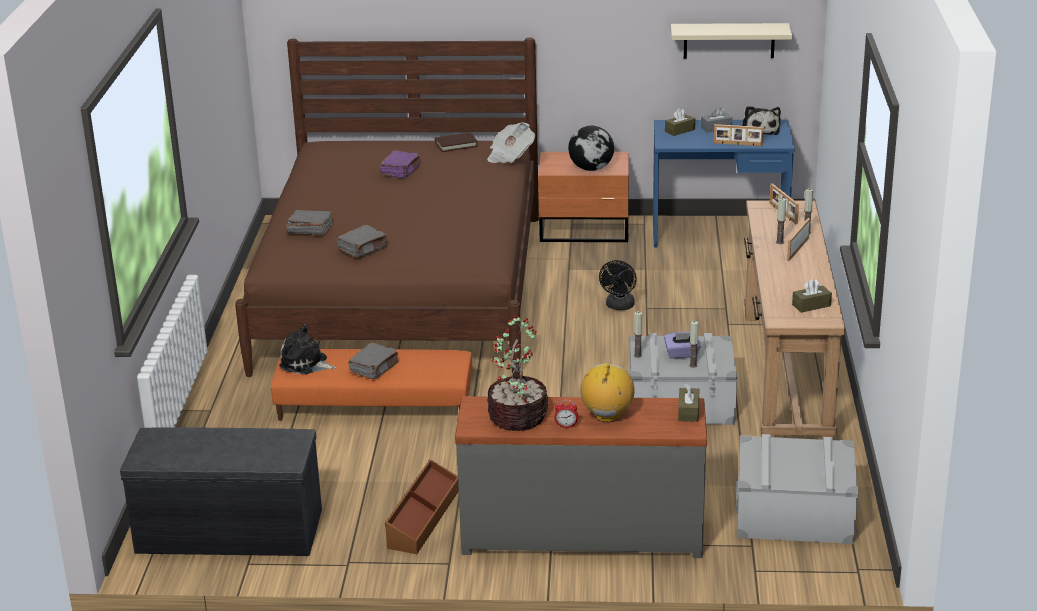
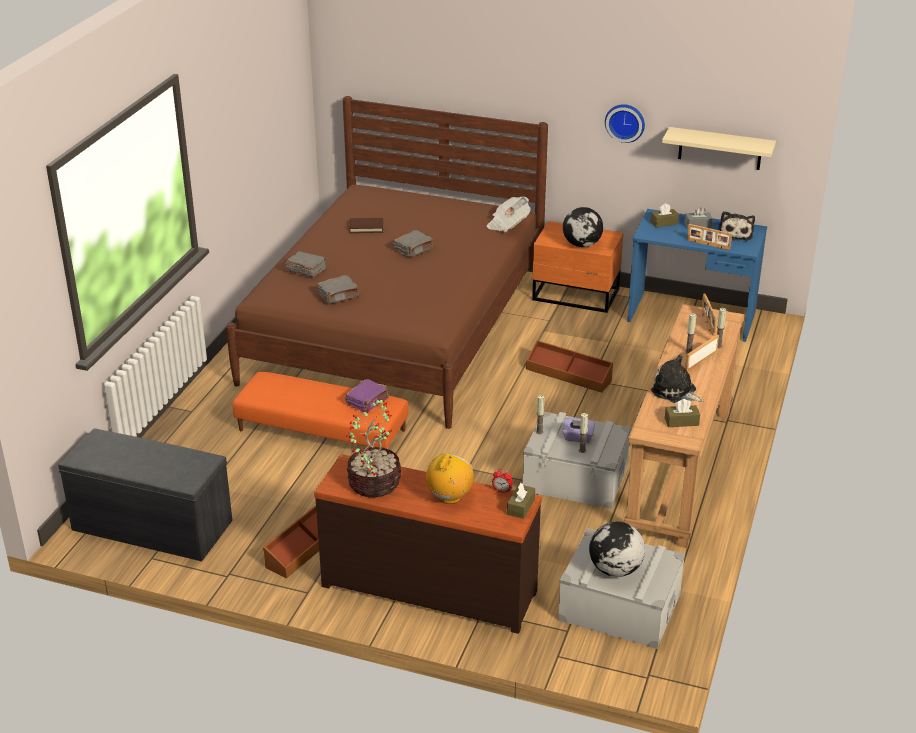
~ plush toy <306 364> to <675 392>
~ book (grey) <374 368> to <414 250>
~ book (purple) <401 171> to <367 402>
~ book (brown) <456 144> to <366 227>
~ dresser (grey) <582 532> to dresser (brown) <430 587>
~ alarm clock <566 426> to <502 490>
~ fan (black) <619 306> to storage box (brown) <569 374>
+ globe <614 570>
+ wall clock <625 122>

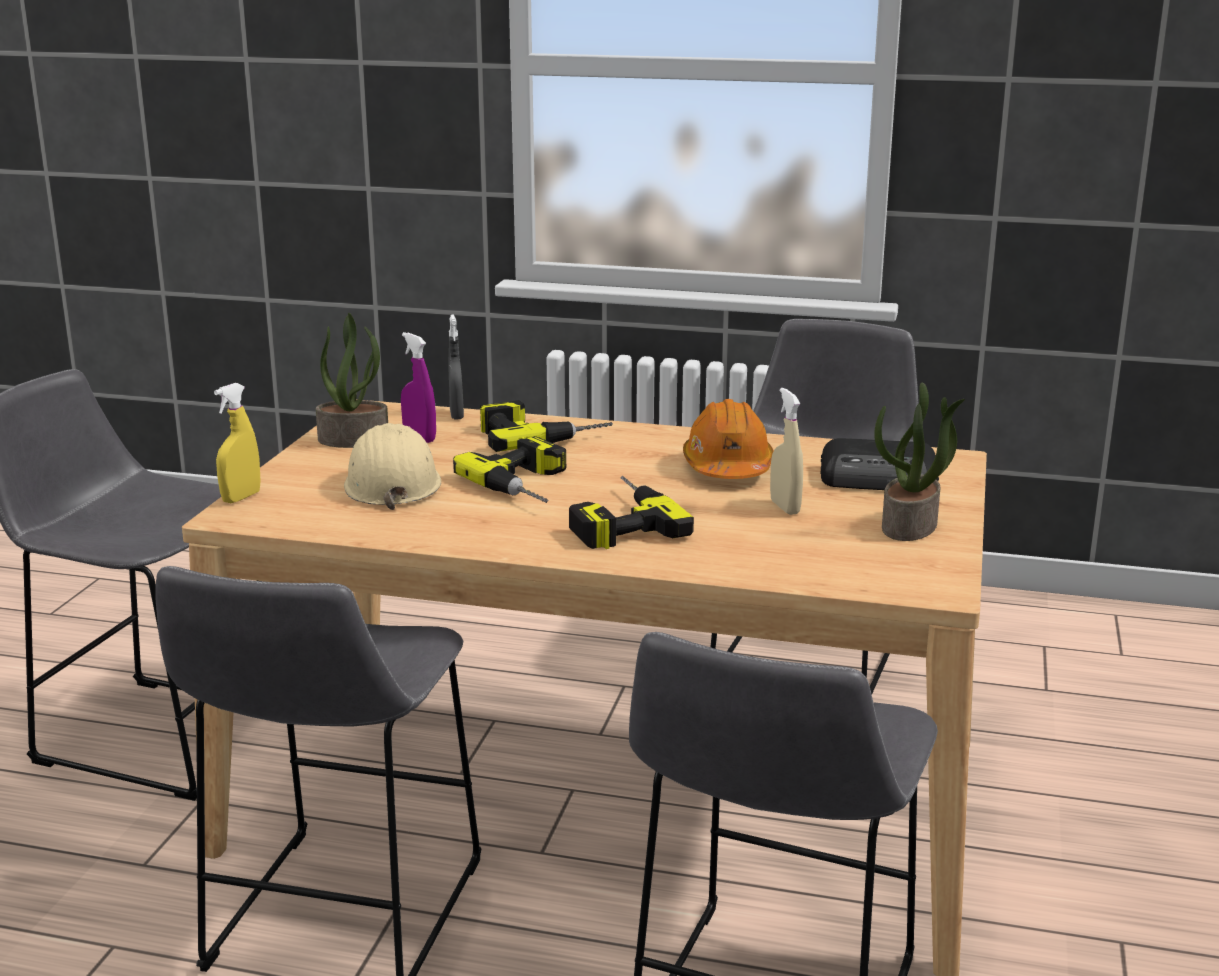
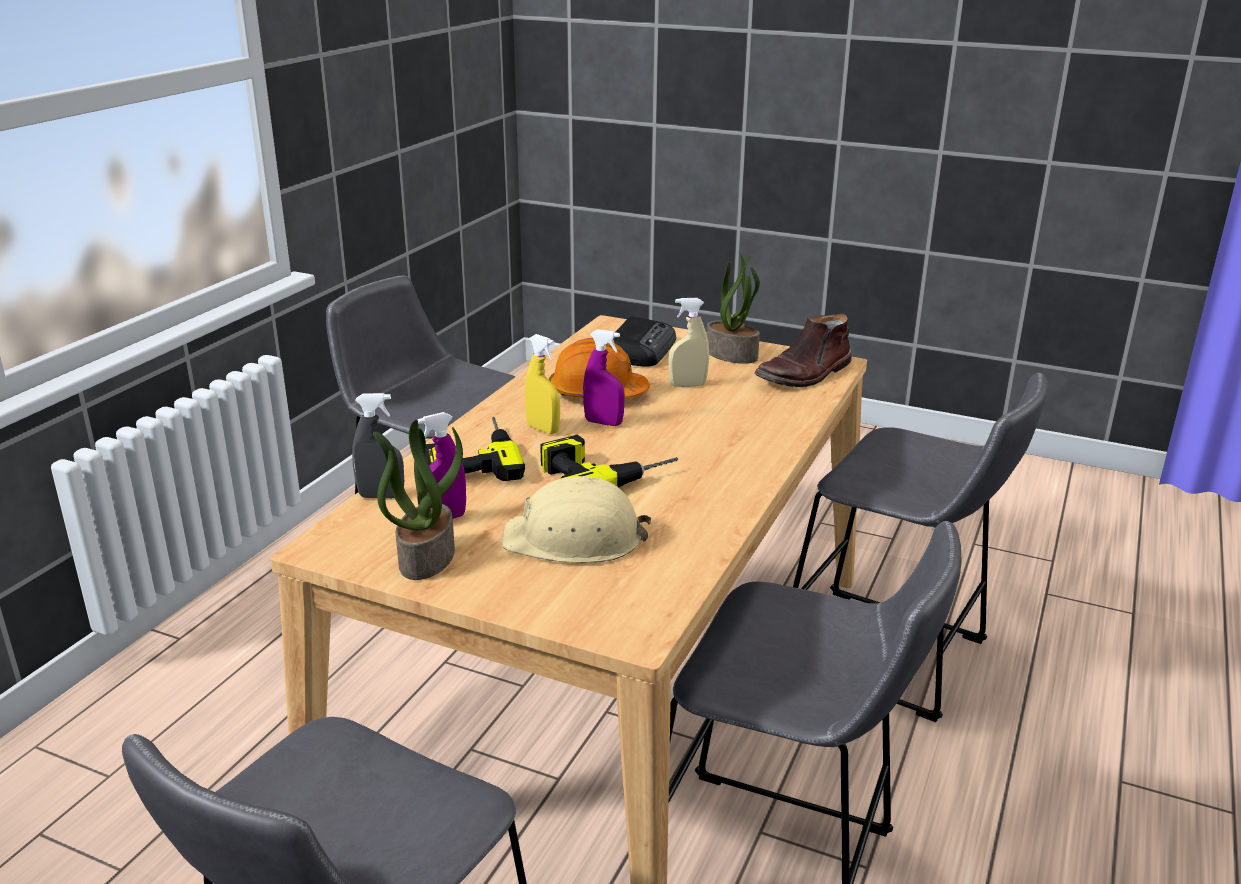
~ spray bottle (yellow) <241 497> to <543 429>
- power drill <617 520>
+ spray bottle (purple) <603 423>
+ boot (brown) <805 374>

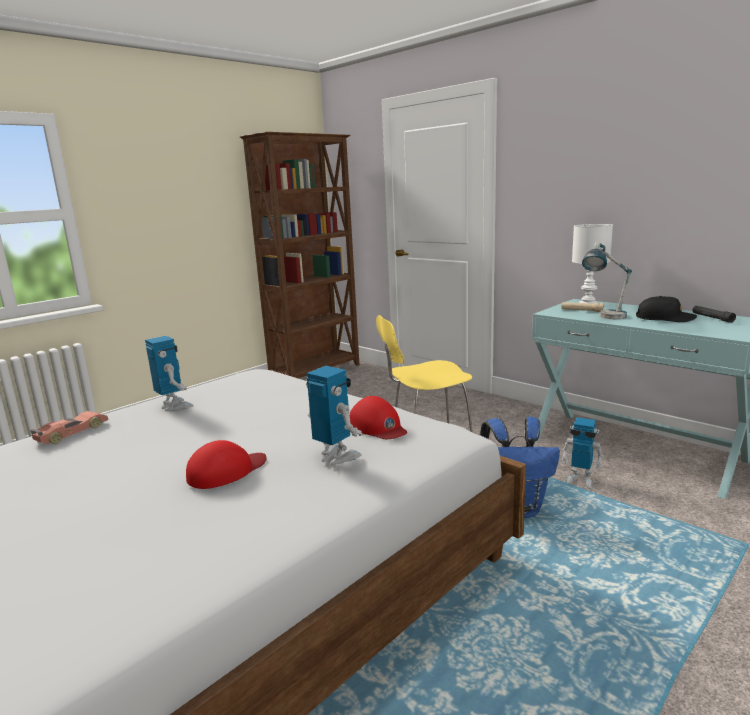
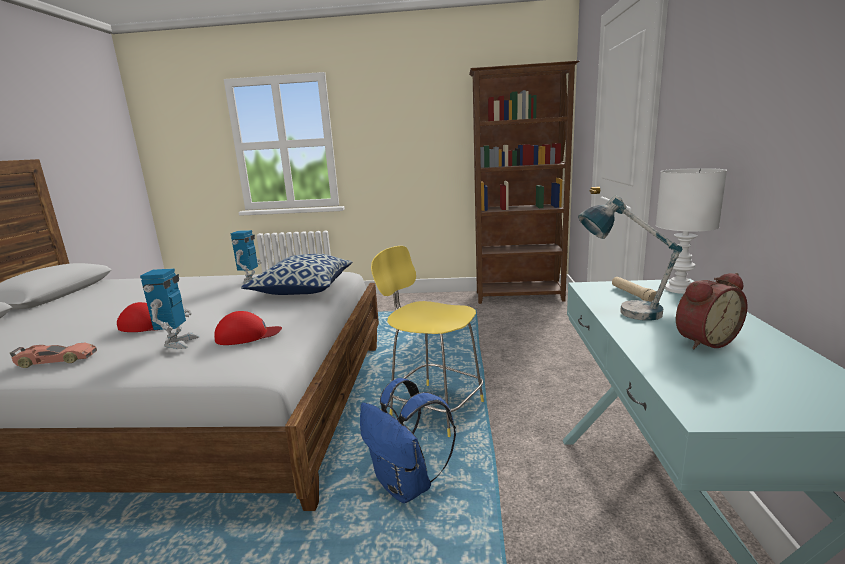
~ toy car <72 433> to <56 360>
~ cap (red) <378 426> = <247 335> 120 degrees counterclockwise
- toy robot <580 479>
~ cap (black) <665 318> to alarm clock <703 341>
- flashlight (black) <712 318>
+ pillow <303 289>

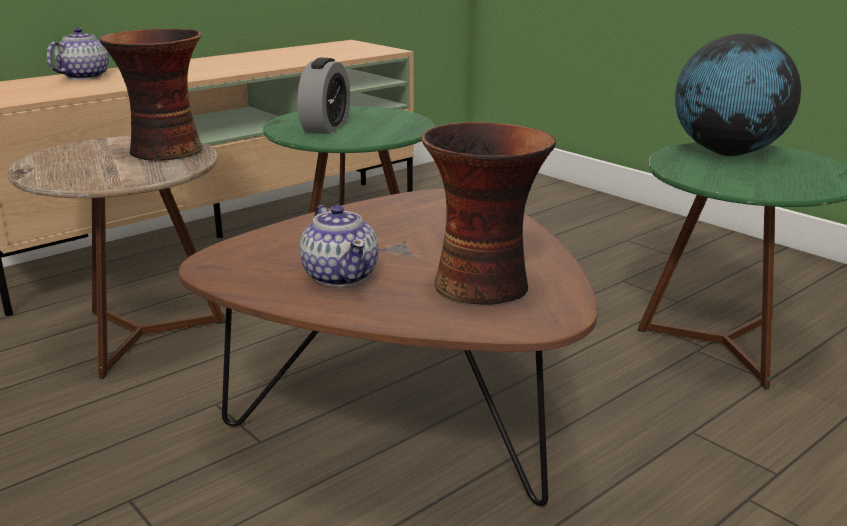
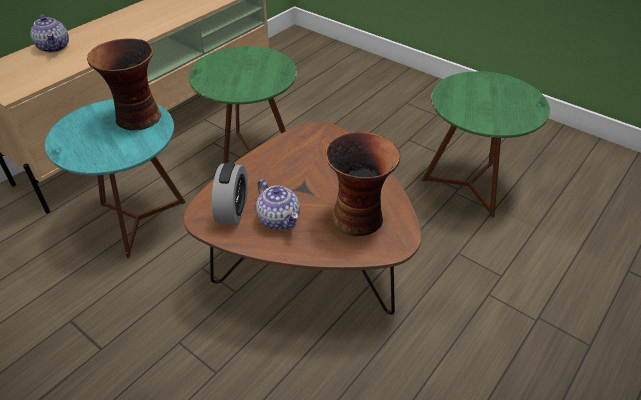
~ side table (brown) <141 335> to side table (turquoise) <138 219>
~ teapot <83 76> = <54 47> 135 degrees clockwise
~ alarm clock <326 127> to <232 210>
- globe <727 153>

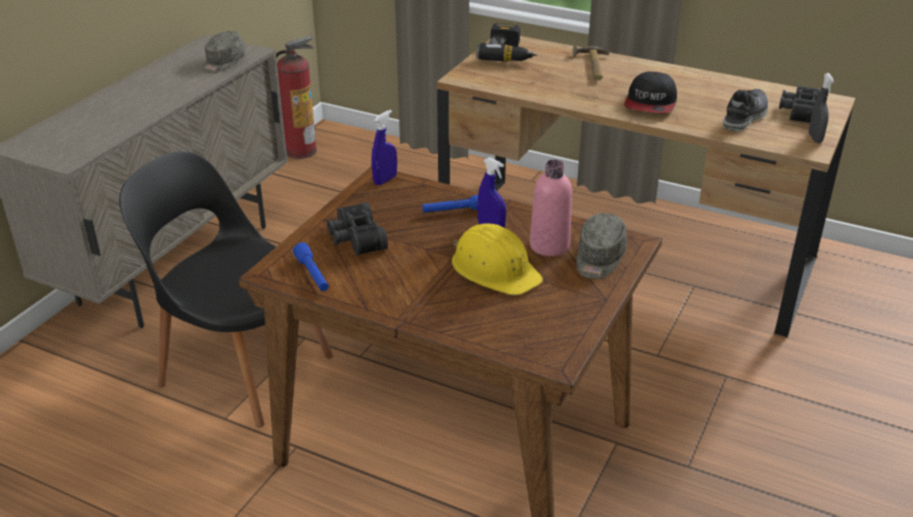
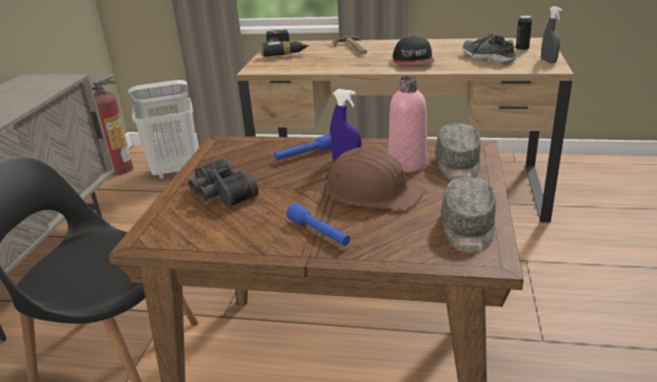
~ cap (grey) <223 63> to <468 228>
~ flashlight (blue) <312 275> to <319 233>
- spray bottle (blue) <385 180>
~ hard hat (yellow) <495 269> to hard hat (brown) <371 192>
~ shoe <744 117> = <488 58> 60 degrees counterclockwise
~ binoculars (black) <798 112> to can <522 49>
+ laundry basket (white) <176 171>

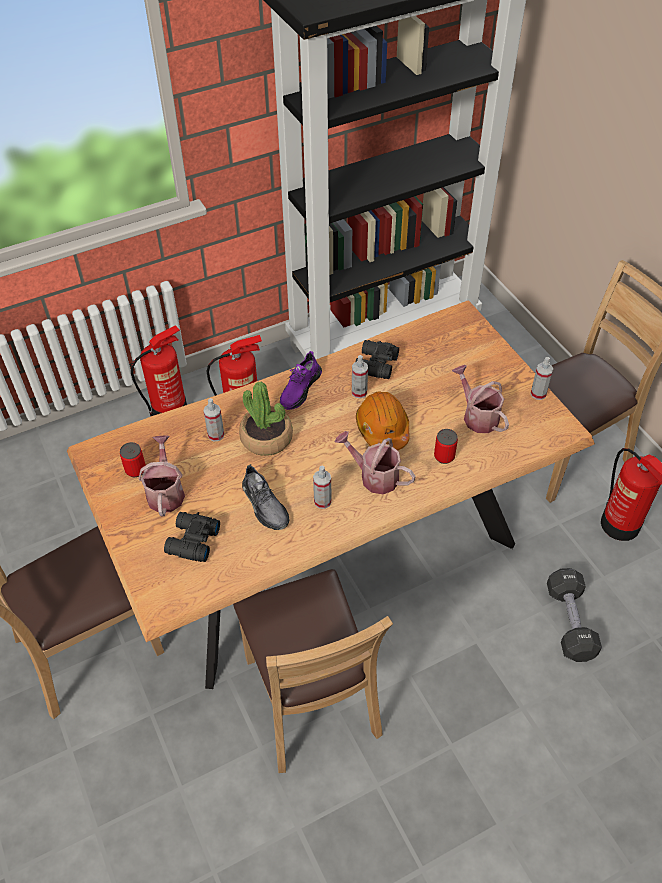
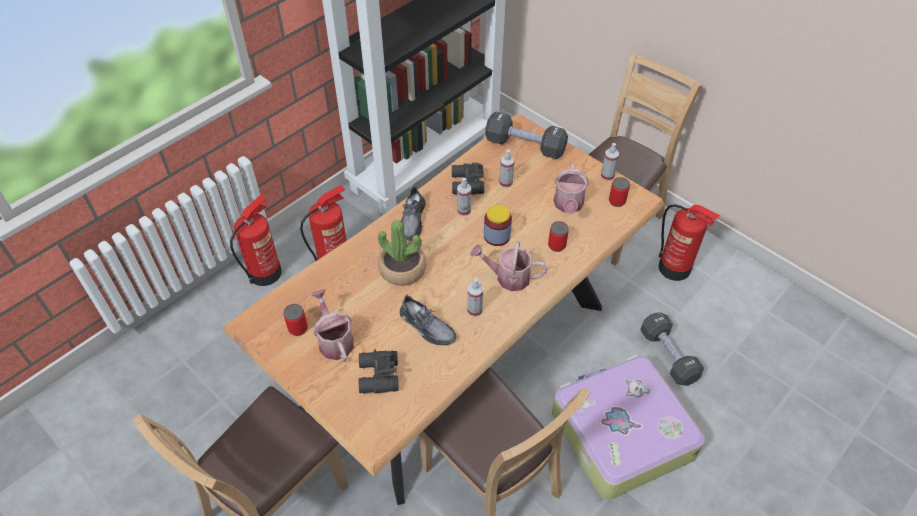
~ spray bottle <216 435> to <505 183>
~ shoe (purple) <300 389> to shoe (grey) <412 220>
~ hard hat (orange) <382 429> to jar <497 236>
~ watering can <477 416> = <568 205> 120 degrees counterclockwise
+ dumbbell (black) <525 146>
+ suitcase <620 433>
+ can <617 201>

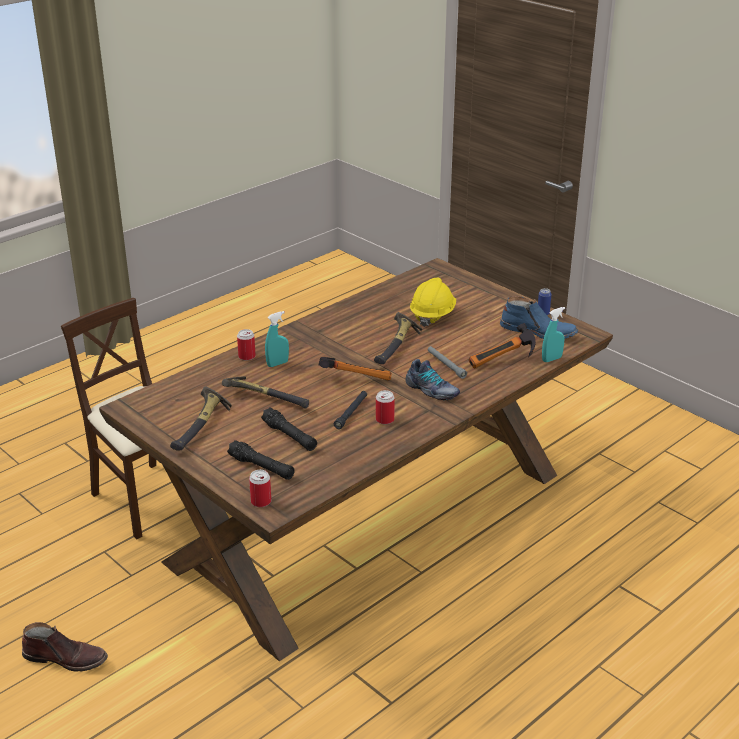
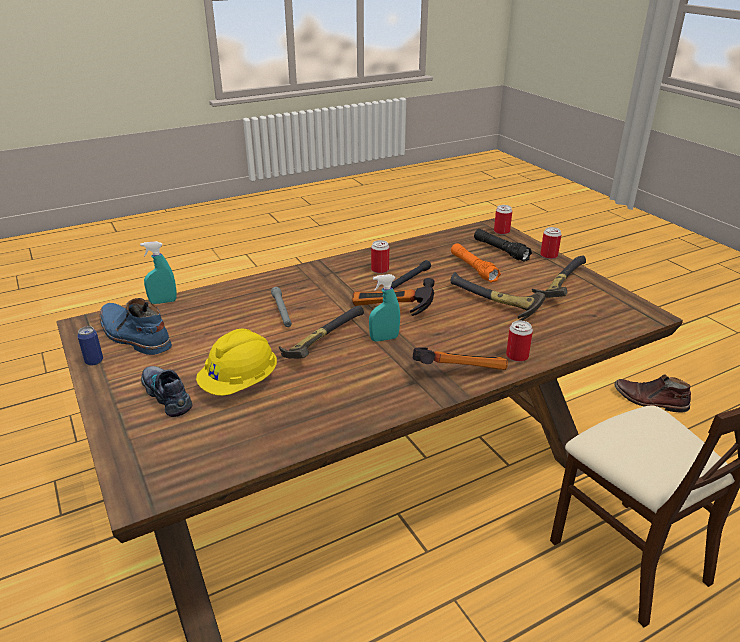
~ flashlight (black) <289 436> to flashlight (orange) <473 268>
~ spray bottle (turquoise) <277 364> to <384 338>
~ shoe <431 390> to <168 395>
~ hammer <503 361> to <457 370>
+ can <548 256>

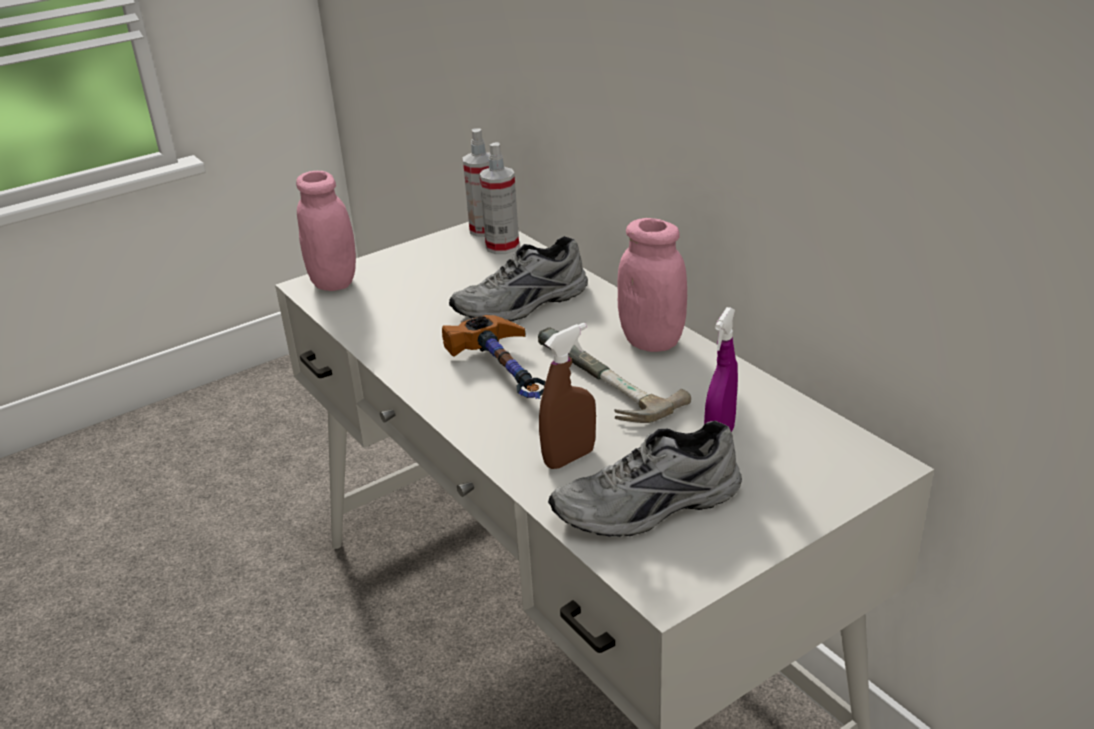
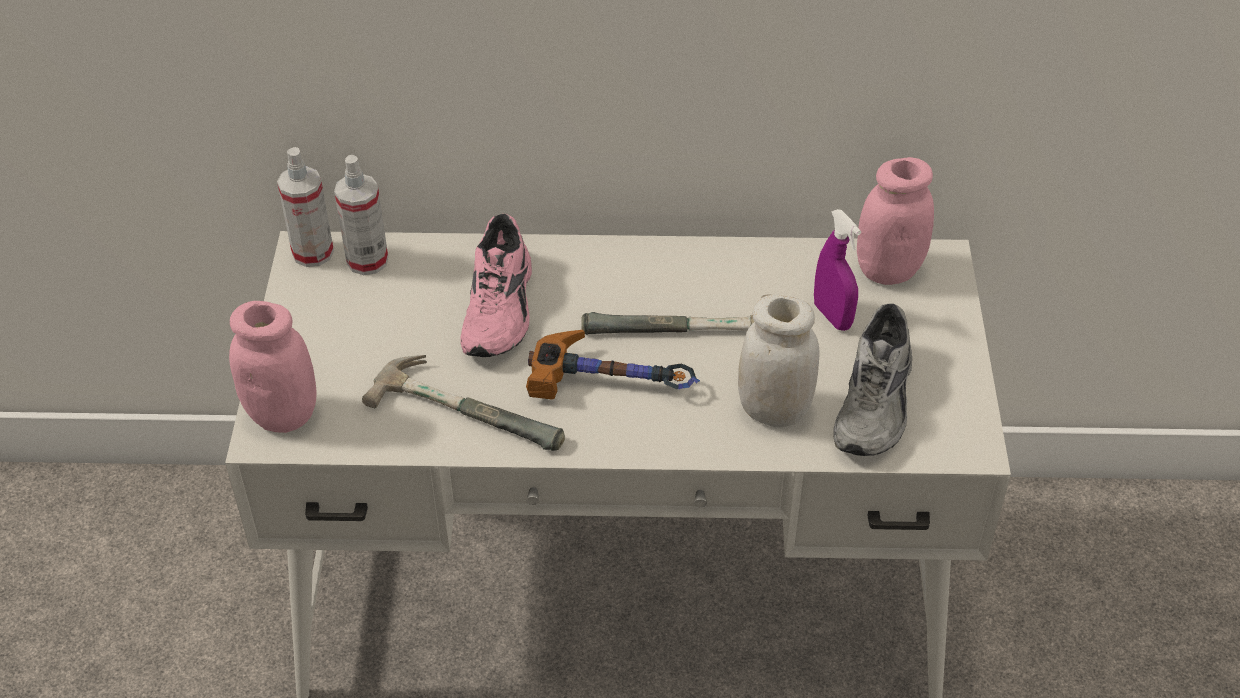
~ shoe (grey) <523 305> to shoe (pink) <502 308>
~ spray bottle (brown) <569 458> to jar (white) <774 410>
~ jar (pink) <652 341> to <888 270>
+ hammer <472 405>

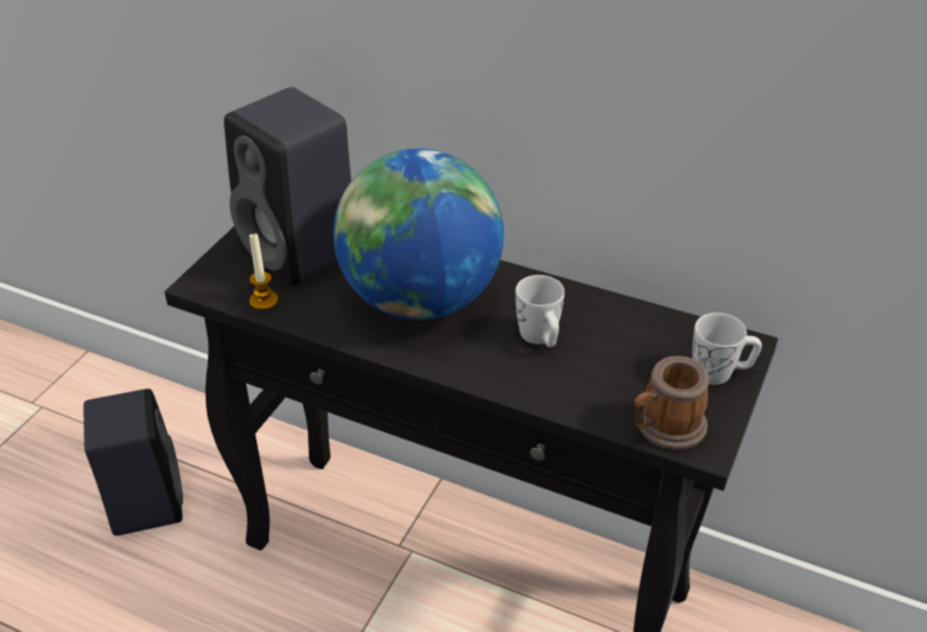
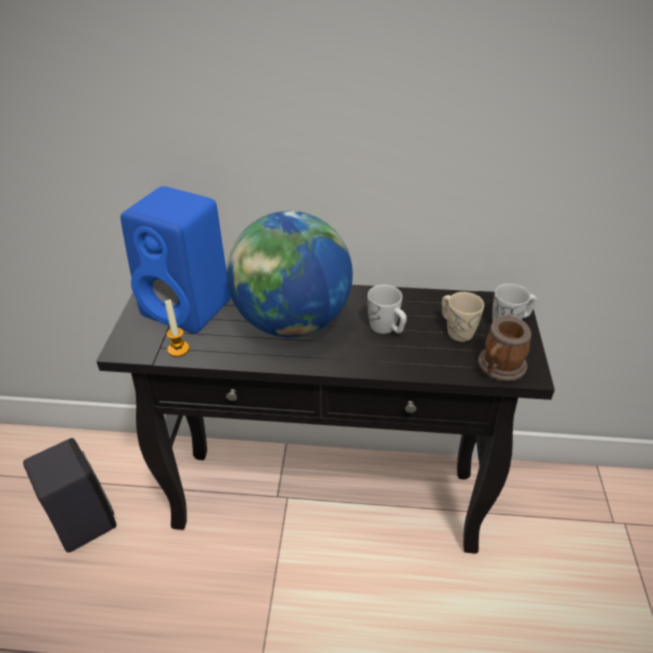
~ speaker (black) <302 252> to speaker (blue) <189 308>
+ mug (beige) <456 330>

